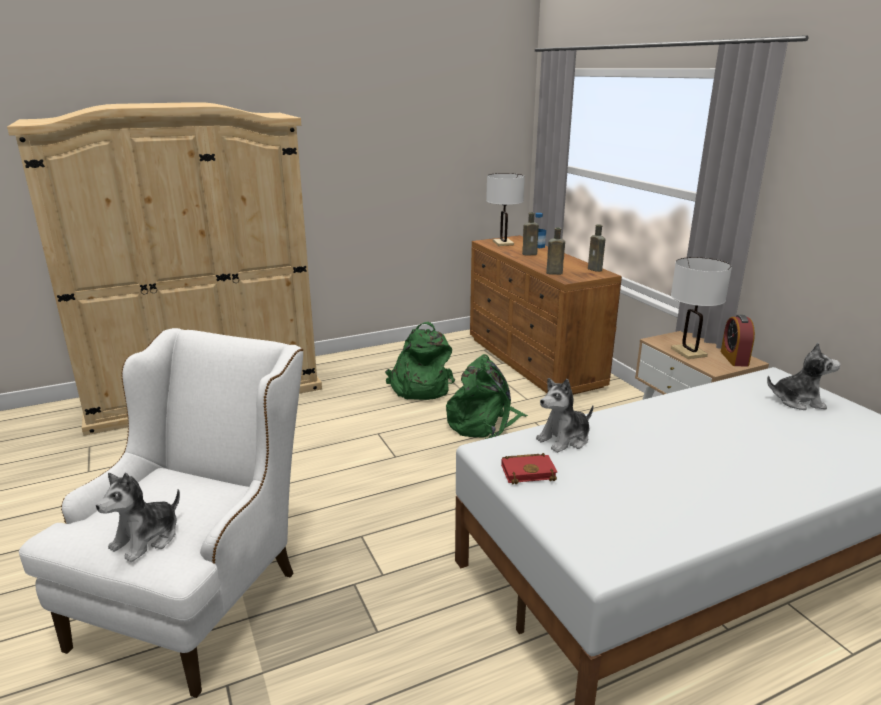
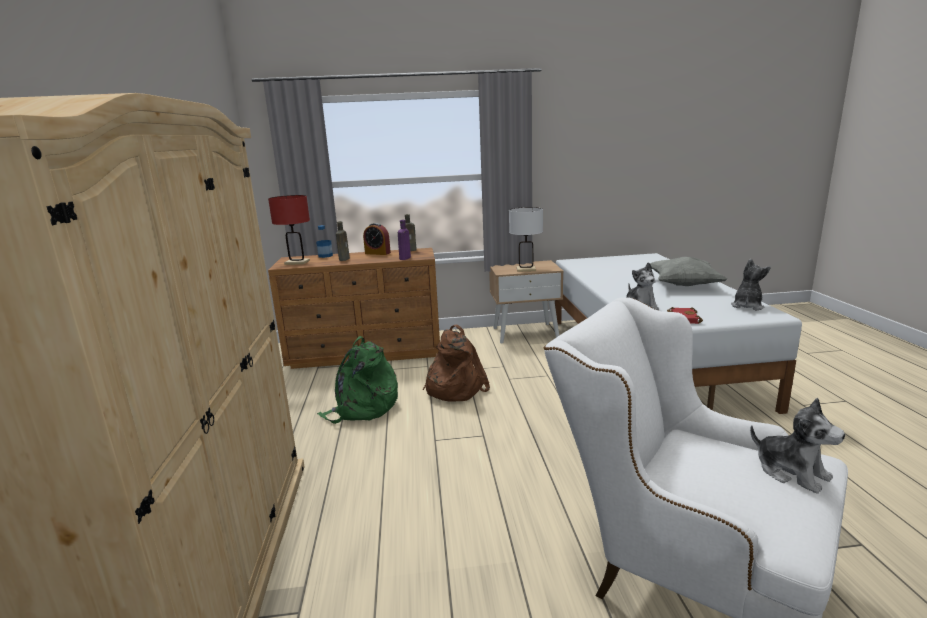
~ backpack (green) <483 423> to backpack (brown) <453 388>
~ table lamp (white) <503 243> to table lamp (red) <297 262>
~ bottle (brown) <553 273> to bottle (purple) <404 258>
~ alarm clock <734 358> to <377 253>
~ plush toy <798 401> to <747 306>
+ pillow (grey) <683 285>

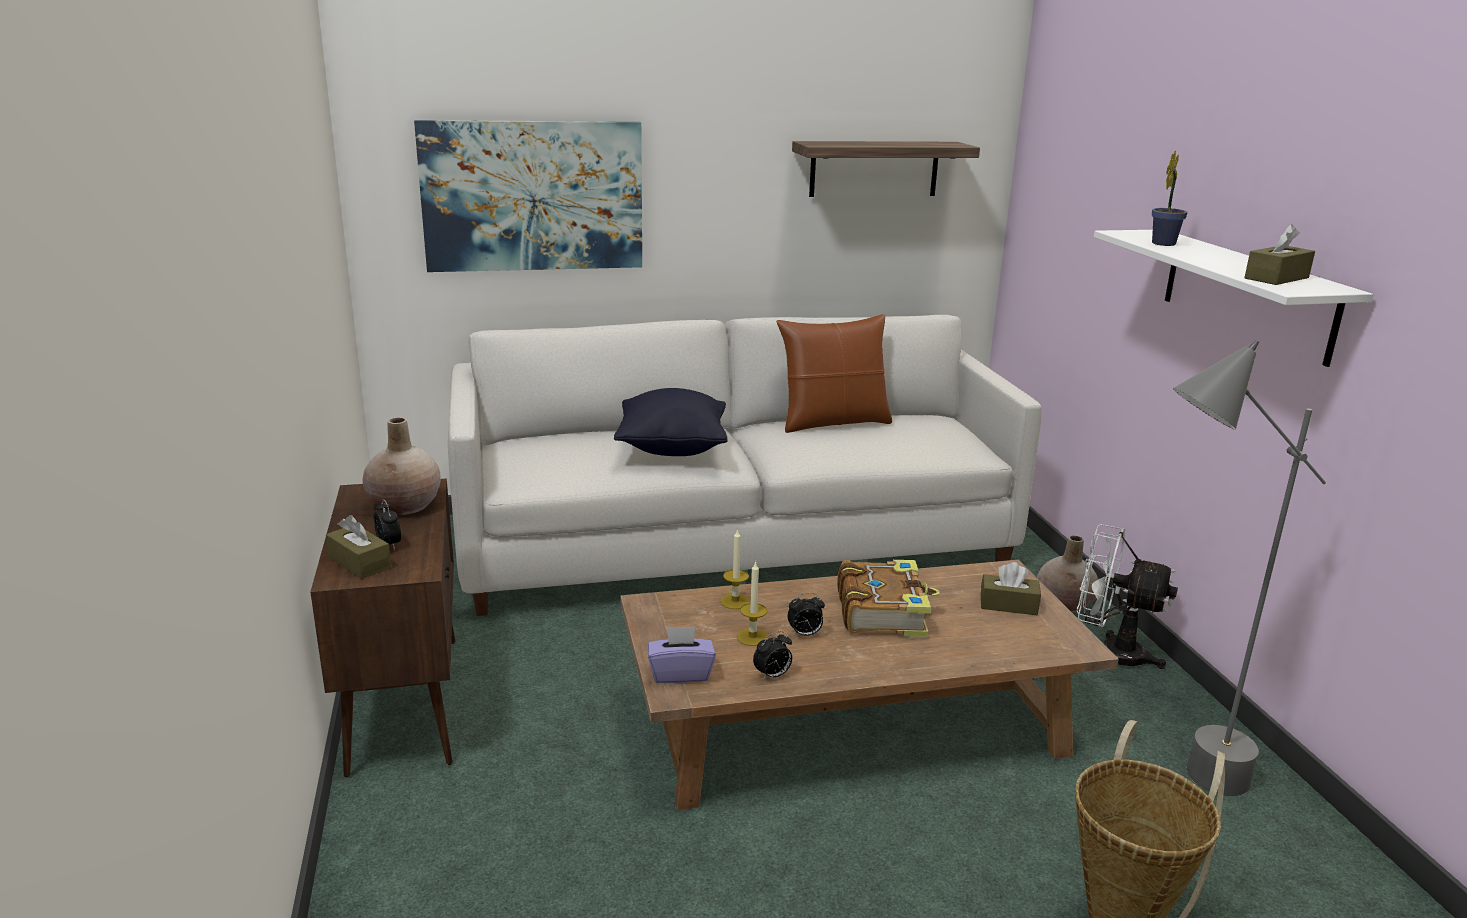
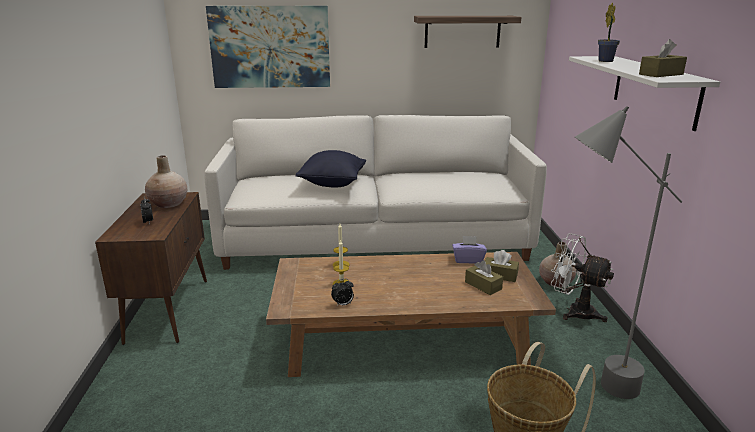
~ tissue box (brown) <359 563> to <483 285>
~ tissue box (purple) <680 673> to <468 260>
- pillow (brown) <833 422>
- alarm clock <804 634>
- book <883 612>

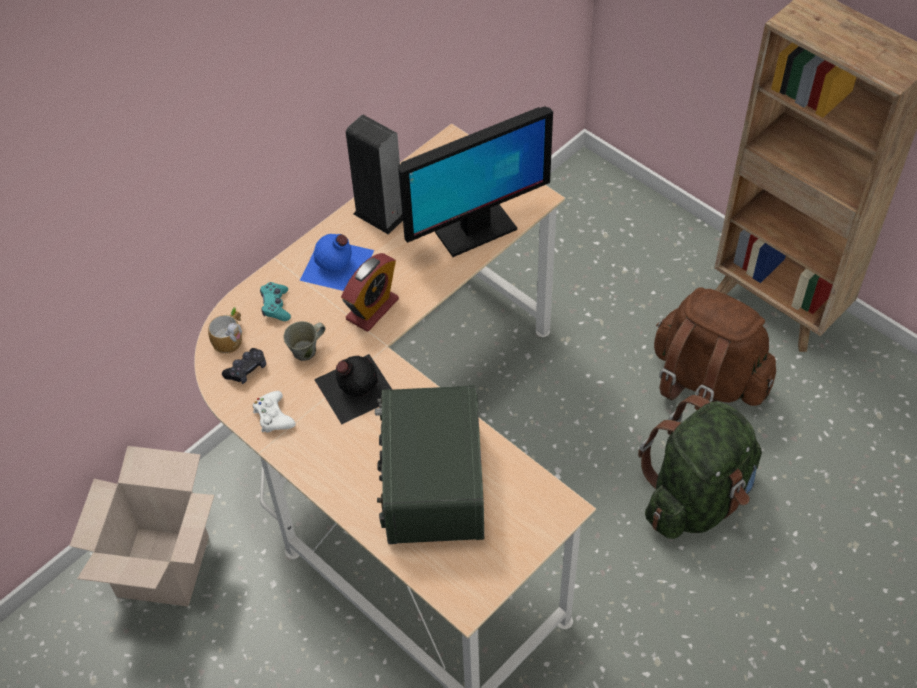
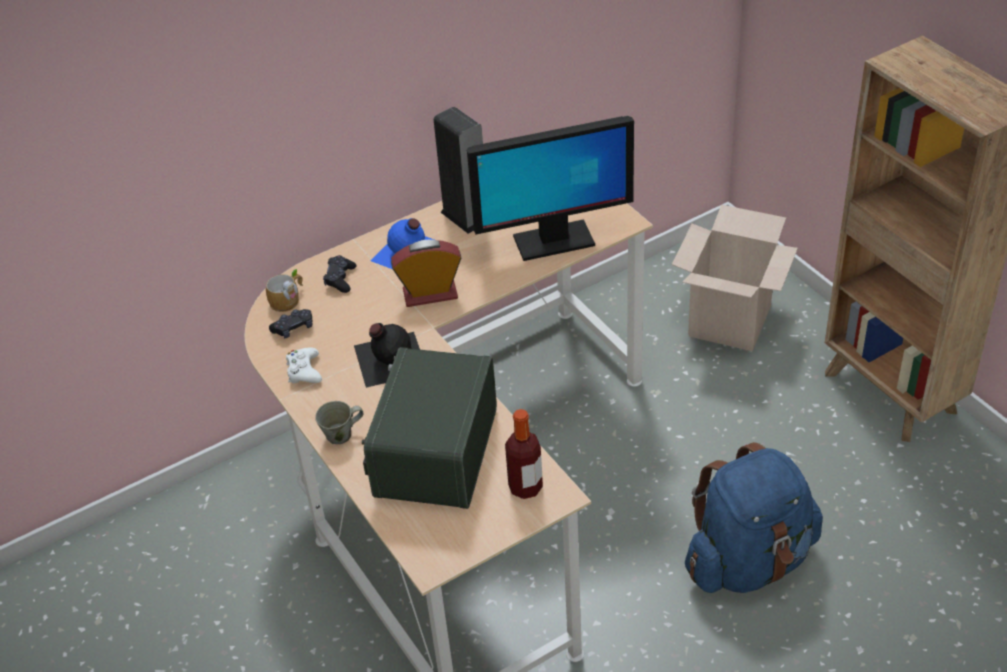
~ cardboard box <163 566> to <729 321>
~ game controller (turquoise) <276 306> to game controller (black) <340 279>
~ mug (grey) <306 351> to <341 435>
~ alarm clock <372 309> = <430 294> 150 degrees counterclockwise
~ backpack (green) <696 497> to backpack (blue) <749 561>
- backpack (brown) <706 380>
+ bottle <525 487>

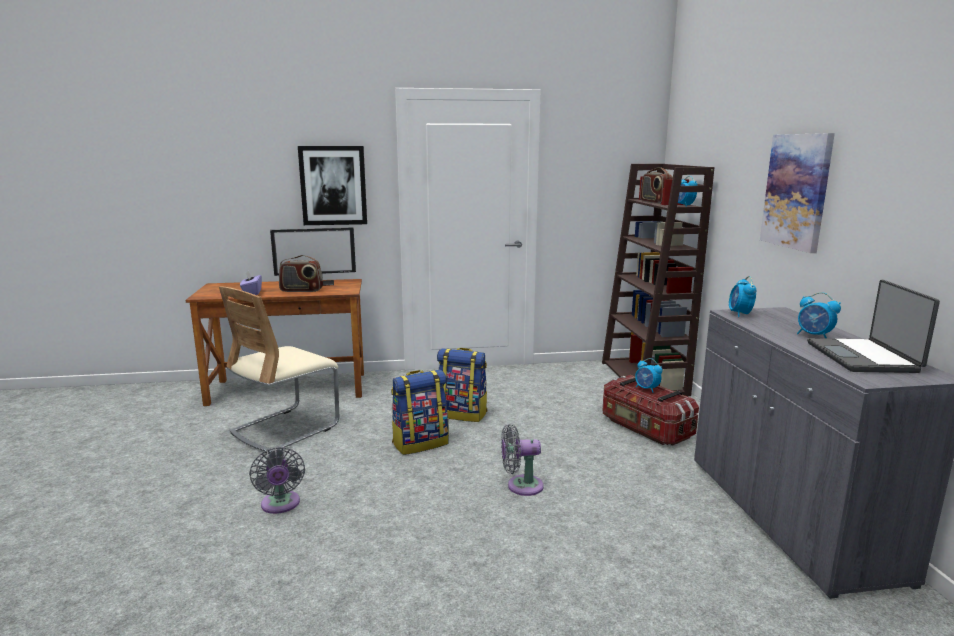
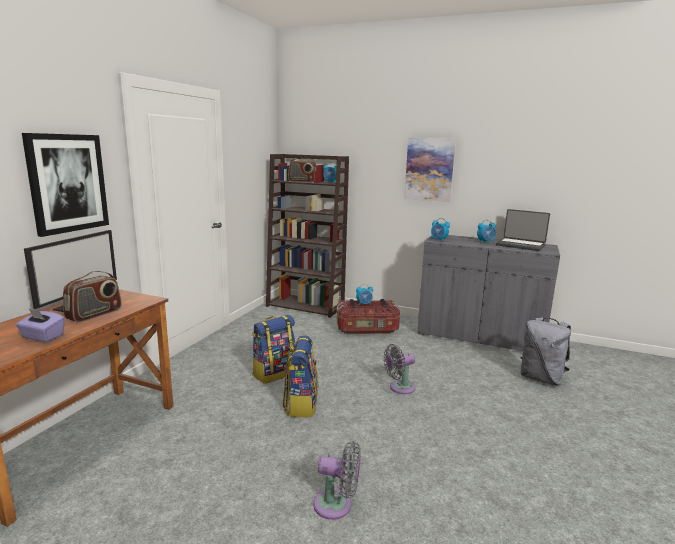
- chair (beige) <285 429>
~ fan (grey) <521 486> = <399 387> 45 degrees clockwise
+ backpack (grey) <541 378>

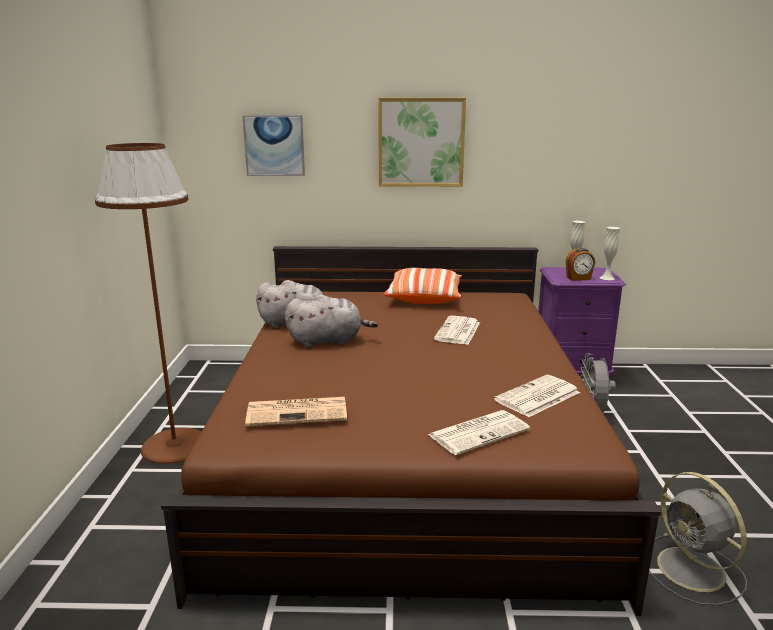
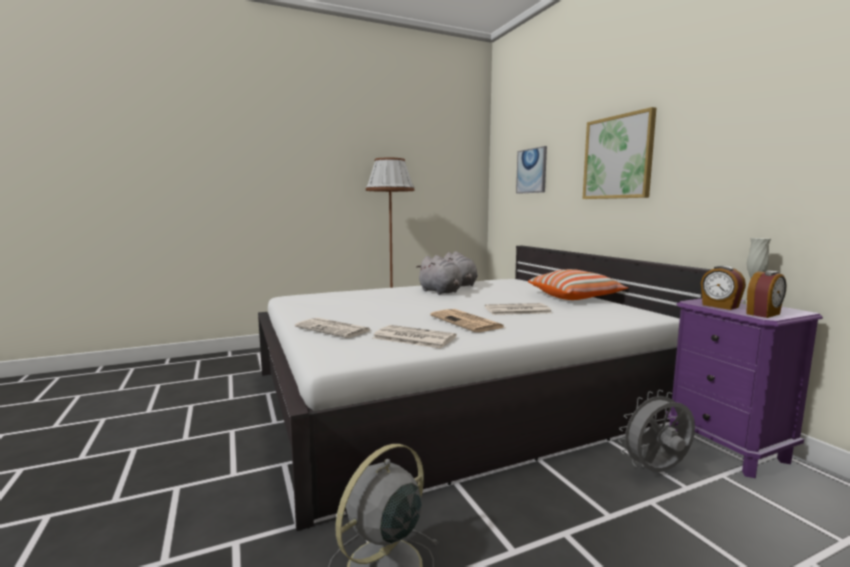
~ bed (brown) <405 449> to bed (white) <456 394>
~ newspaper <298 412> to <467 322>
~ vase (white) <607 278> to alarm clock <764 314>

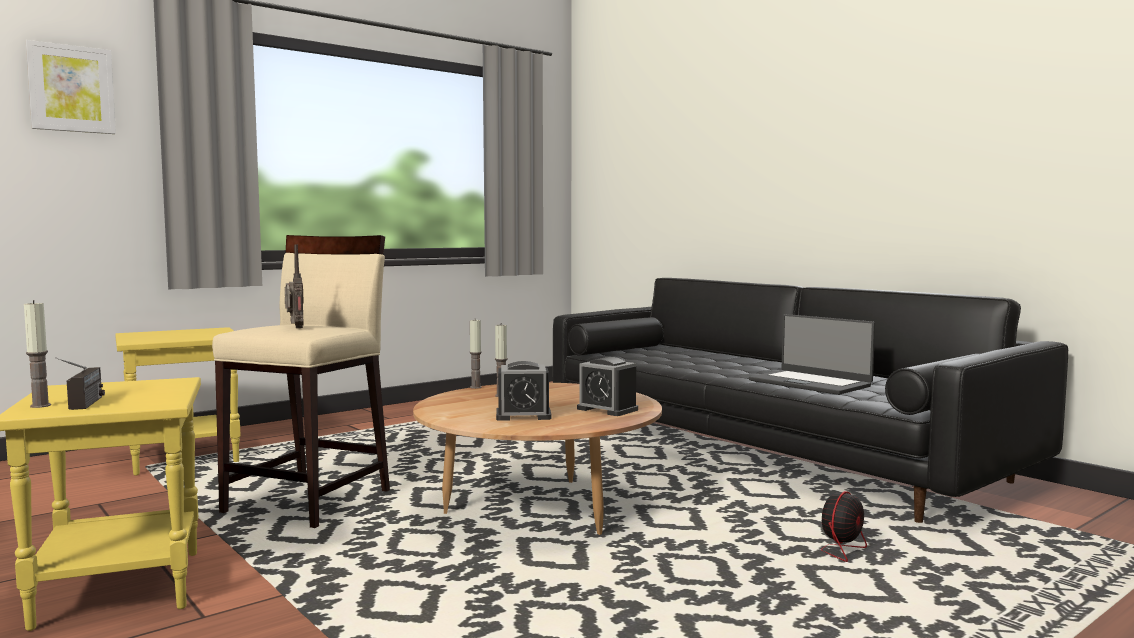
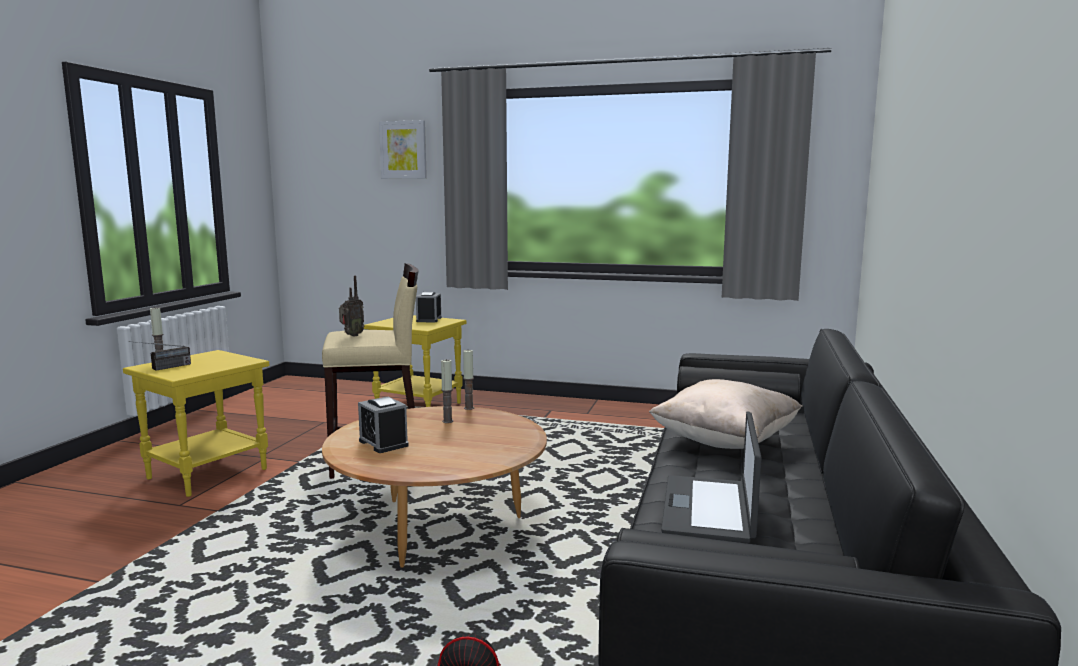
~ alarm clock <607 409> to <429 319>
+ pillow (beige) <724 442>

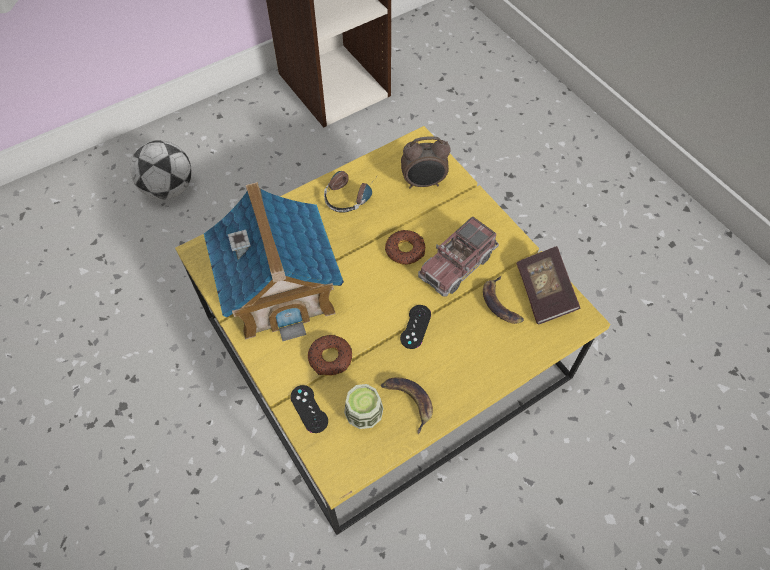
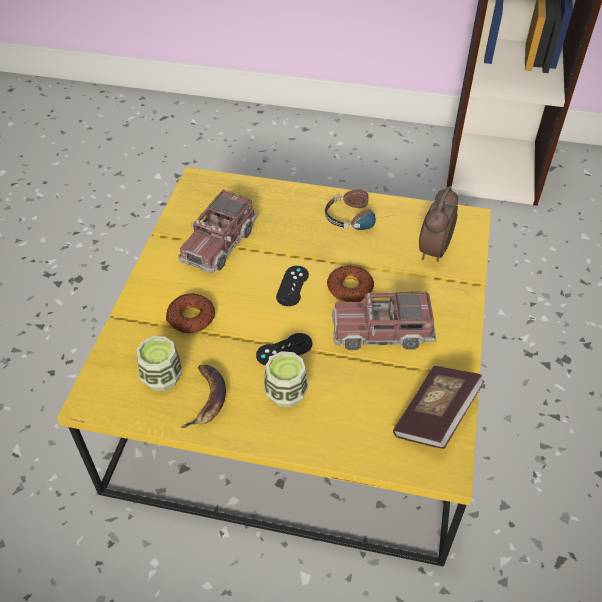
- football <169 189>
~ toy house <280 288> to toy truck <219 243>
~ game controller (black) <309 409> to <292 286>
~ alarm clock <424 183> = <433 251> 75 degrees clockwise
- banana <501 303>
+ cup <286 393>

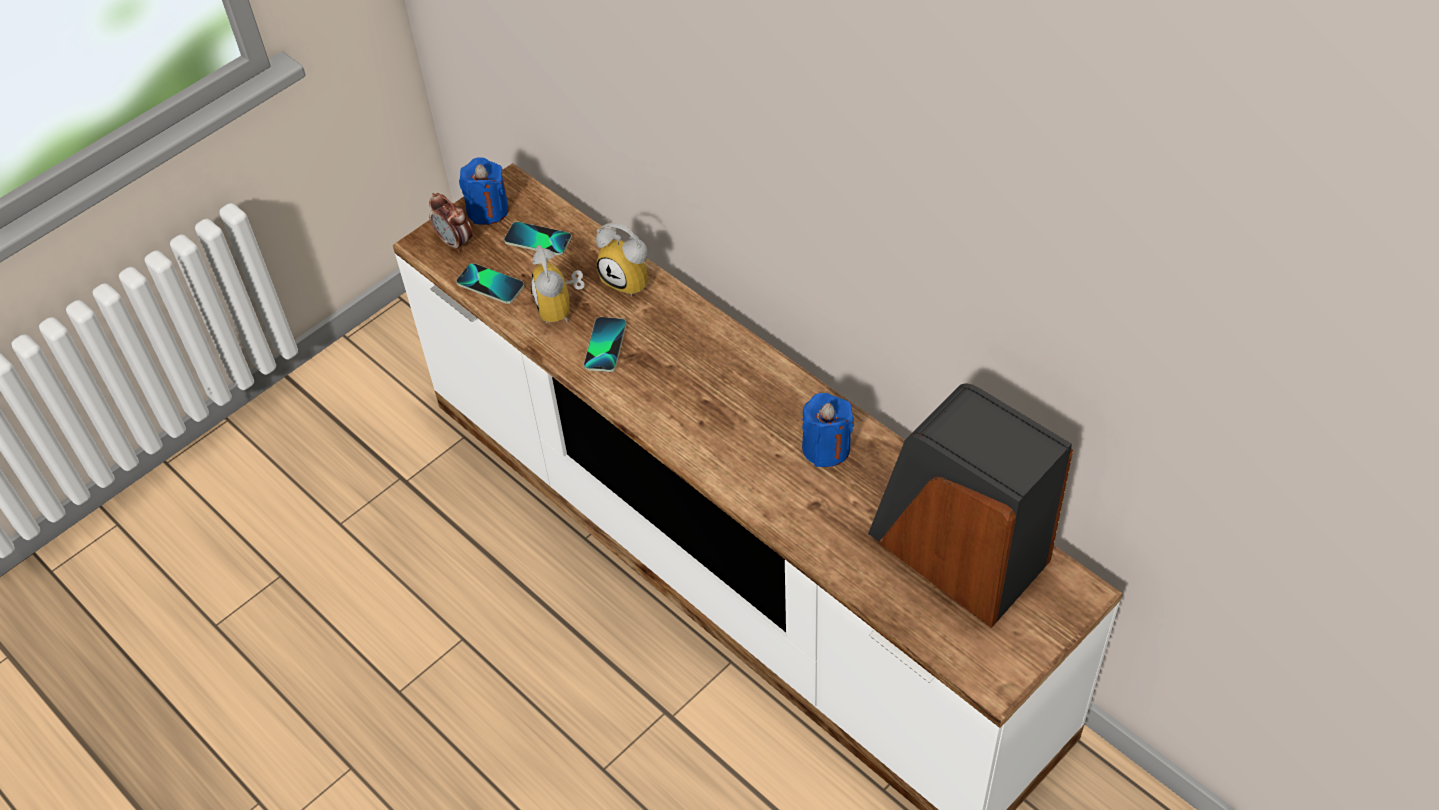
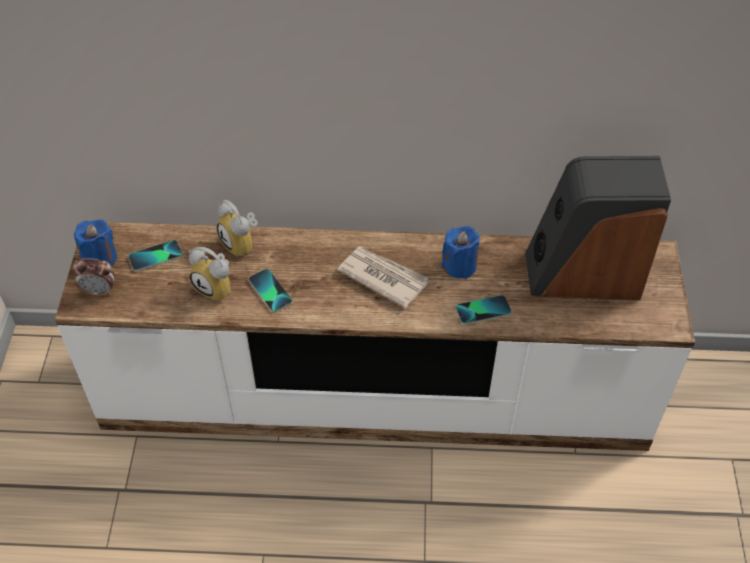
~ phone <490 284> to <483 310>
~ alarm clock <631 279> = <243 244> 60 degrees clockwise
+ newspaper <382 277>

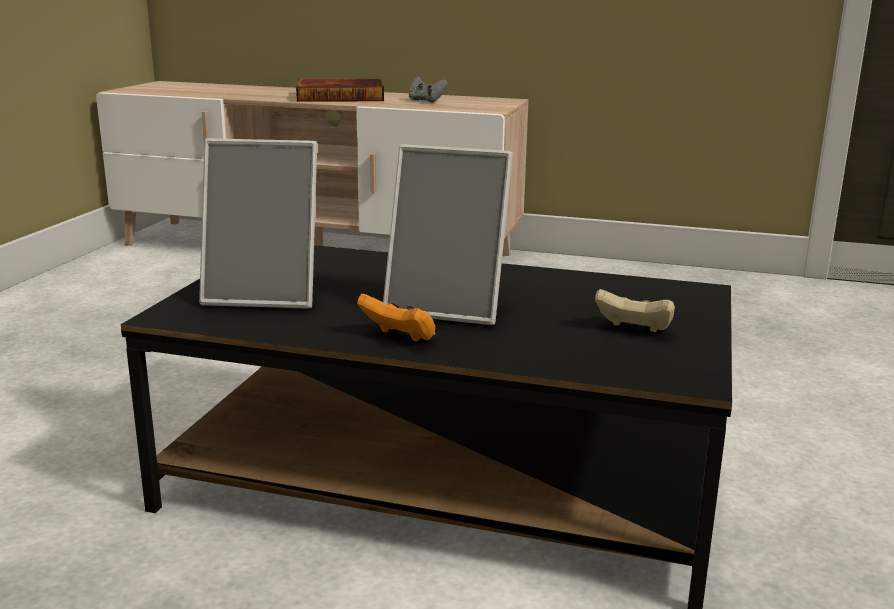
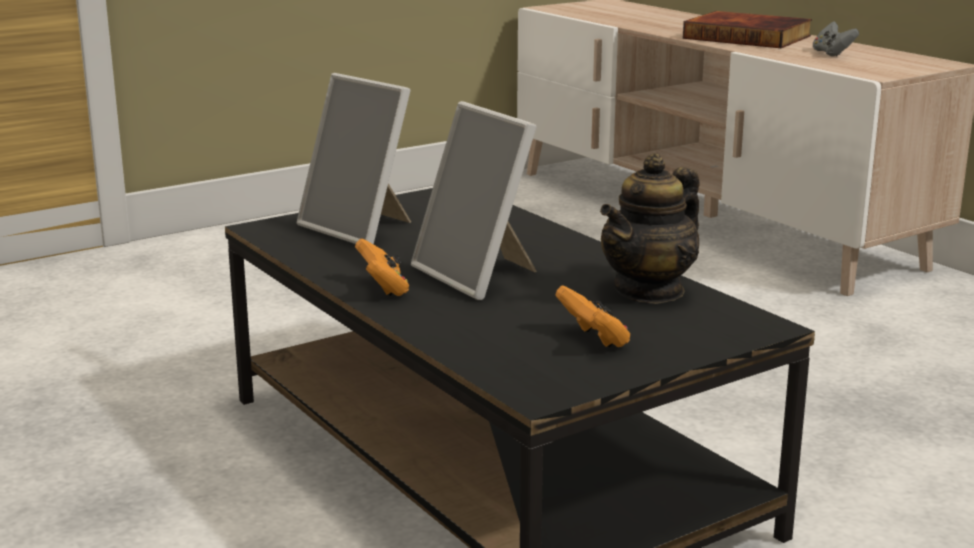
~ game controller (beige) <634 330> to game controller (orange) <594 340>
+ teapot <649 290>

